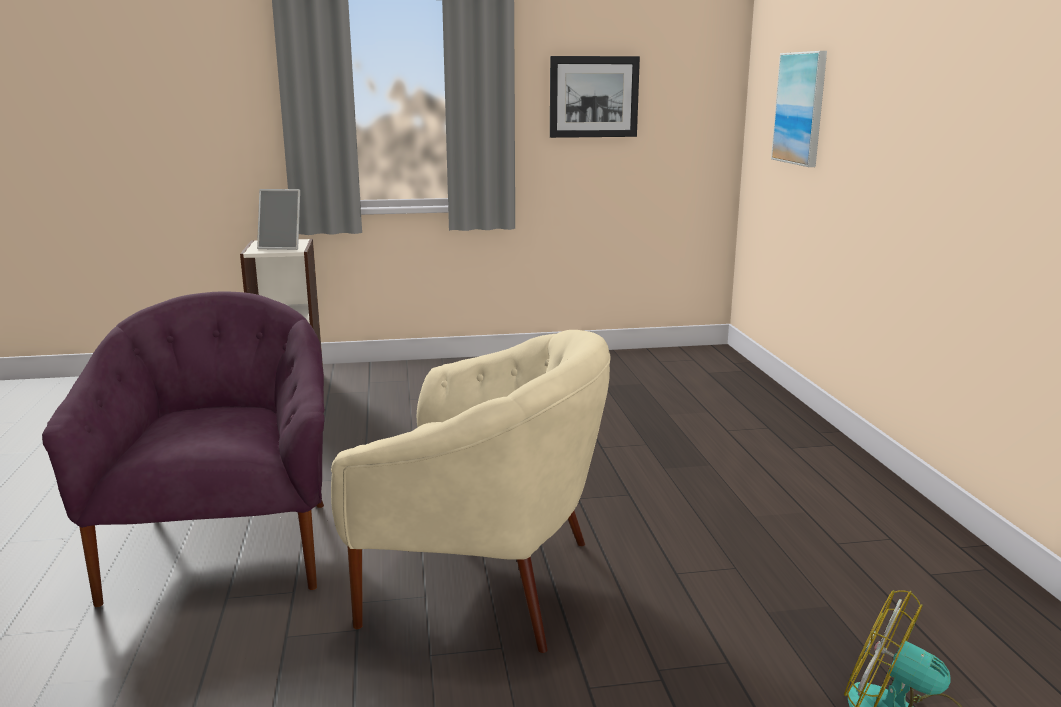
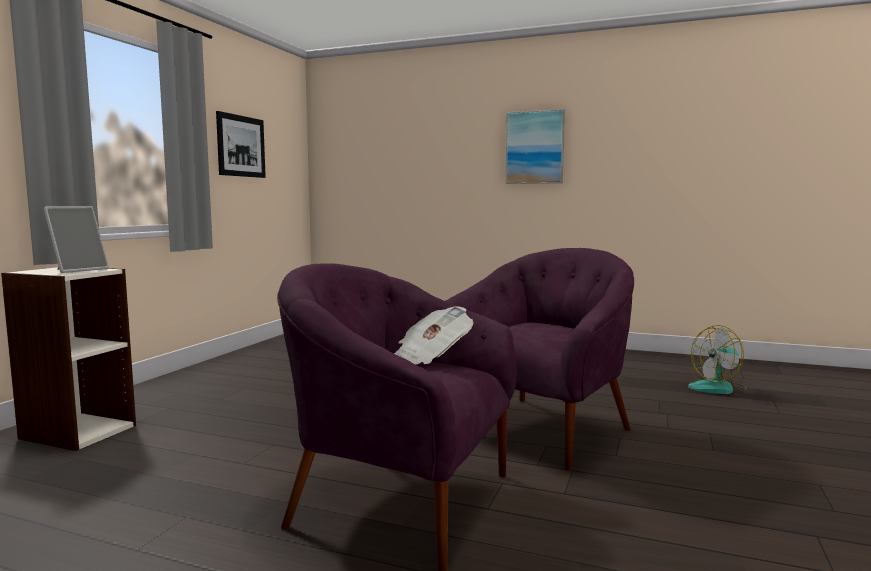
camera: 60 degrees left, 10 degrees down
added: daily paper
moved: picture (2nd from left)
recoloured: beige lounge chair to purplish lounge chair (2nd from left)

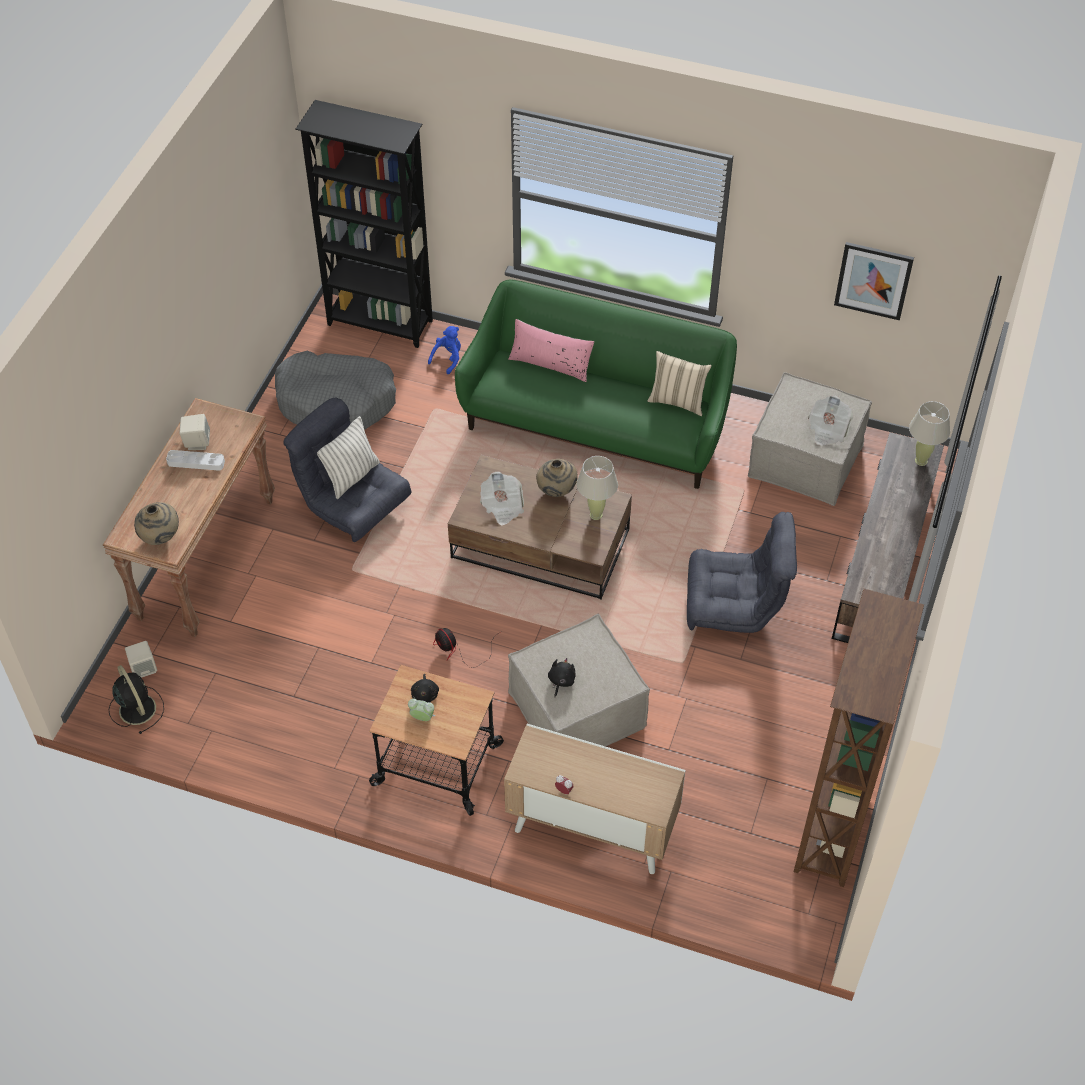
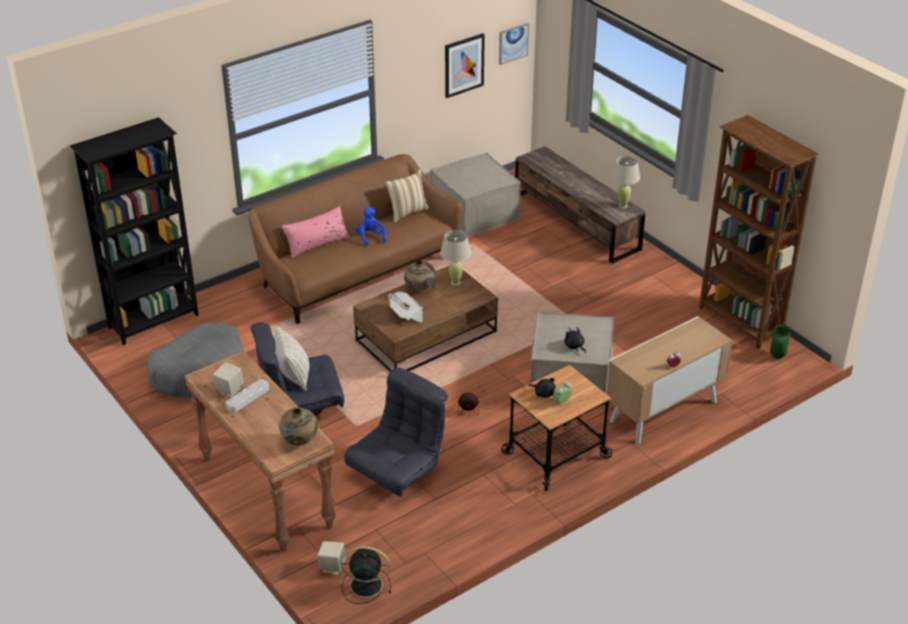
camera: 55 degrees left, 15 degrees down
removed: daily paper (2nd from left)
added: picture (2nd from left); greenish flower vase
moved: gray lounge chair (2nd from left); bluish cuddly toy; beige tabletop lamp (2nd from left)
recoloured: greenish couch to brownish couch

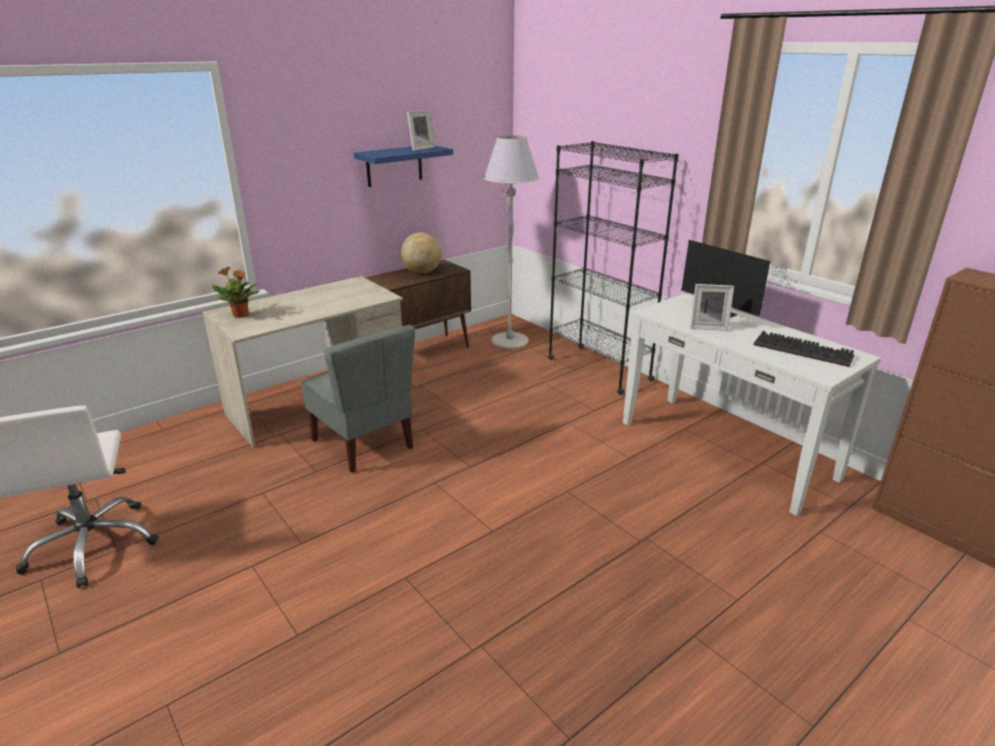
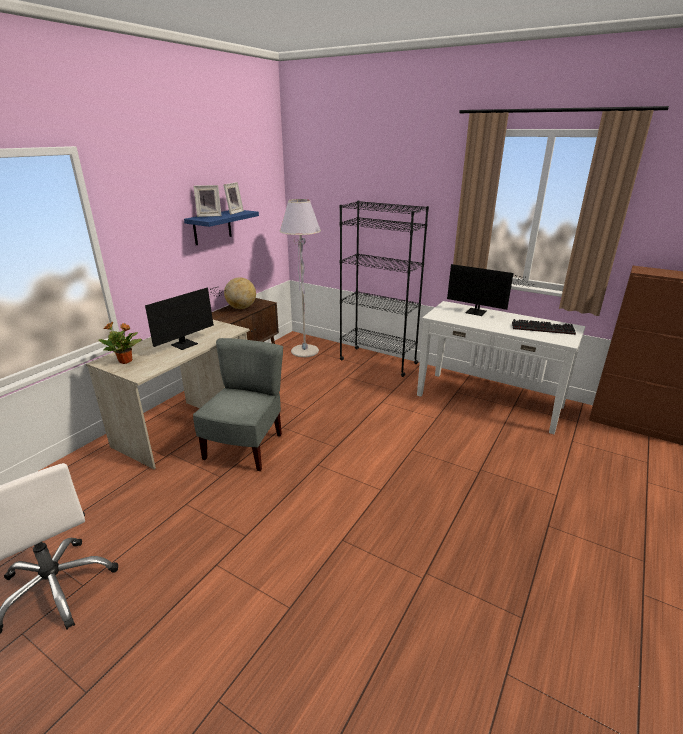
camera: 20 degrees left, 0 degrees up
added: computer screen (1st from left)
moved: photo frame (2nd from left in the first image) to photo frame (1st from left)
turned: gray plain chair 105 degrees counterclockwise

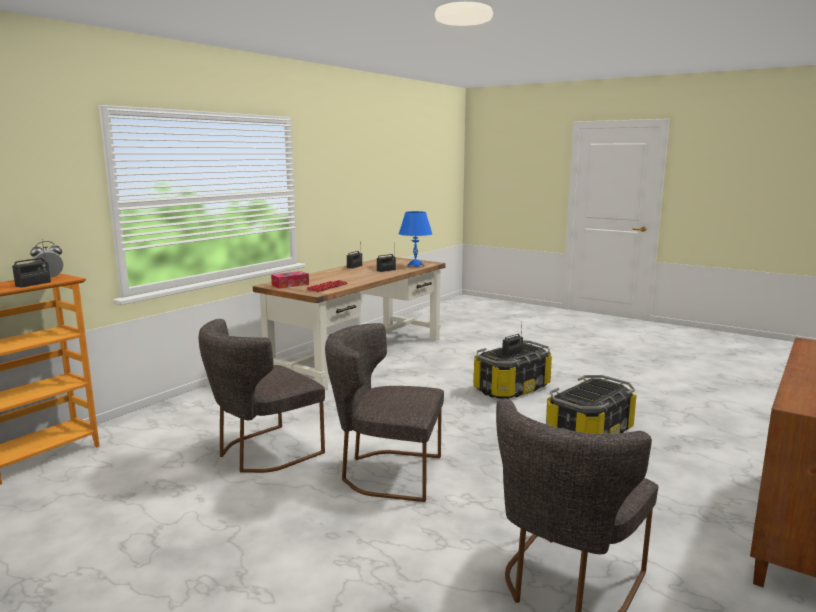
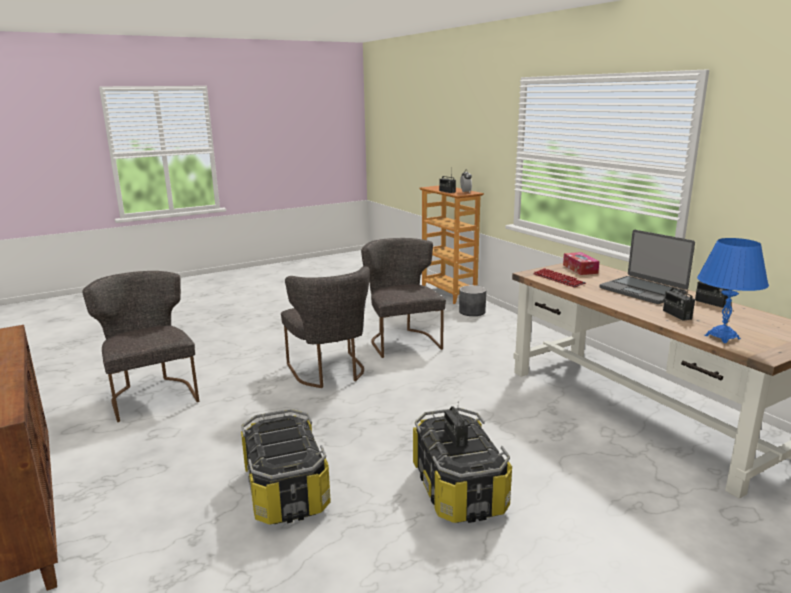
camera: 115 degrees right, 5 degrees up
added: gray plant pot; notebook computer
turned: gray plain chair (2nd from left) 120 degrees clockwise

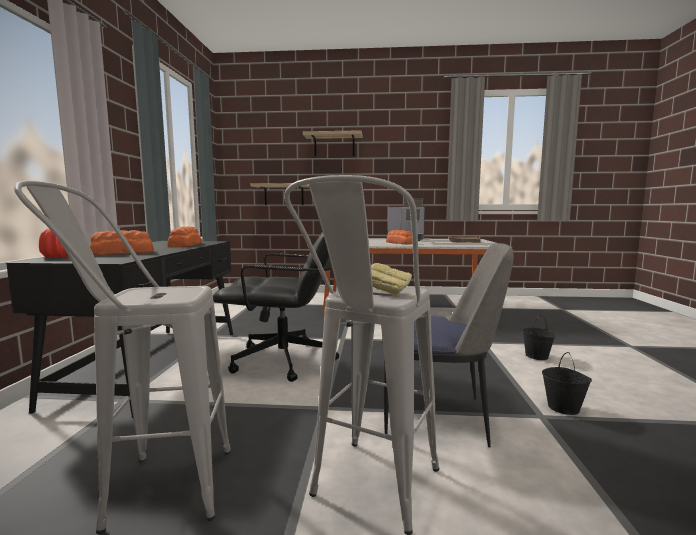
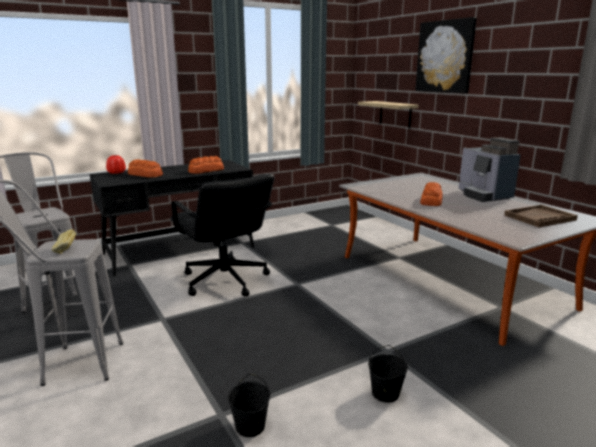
camera: 55 degrees right, 10 degrees up
removed: plain chair
replaced: shelf (2nd from left) to picture

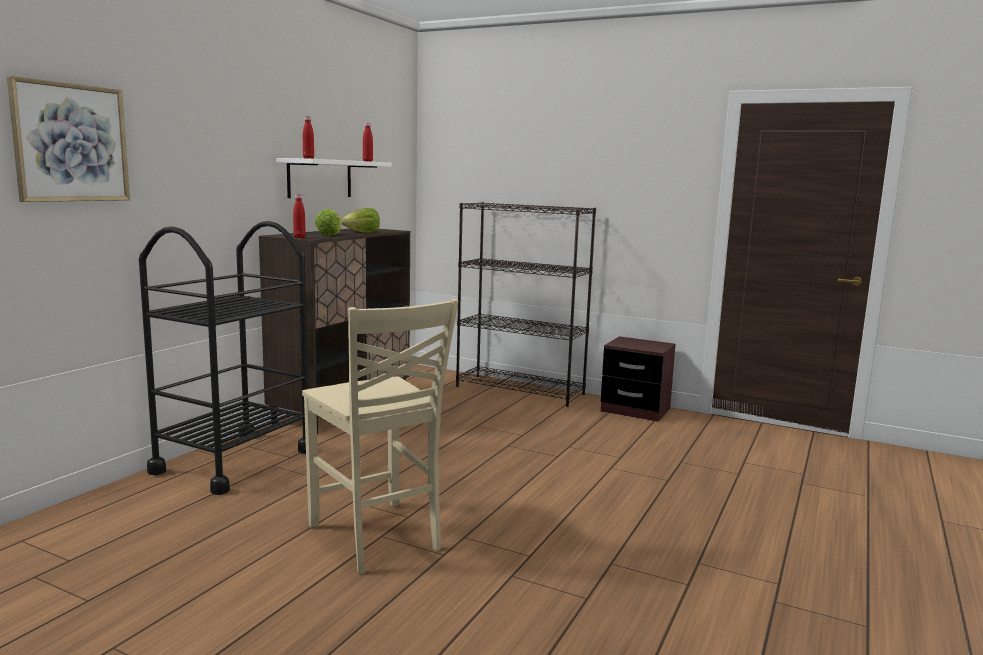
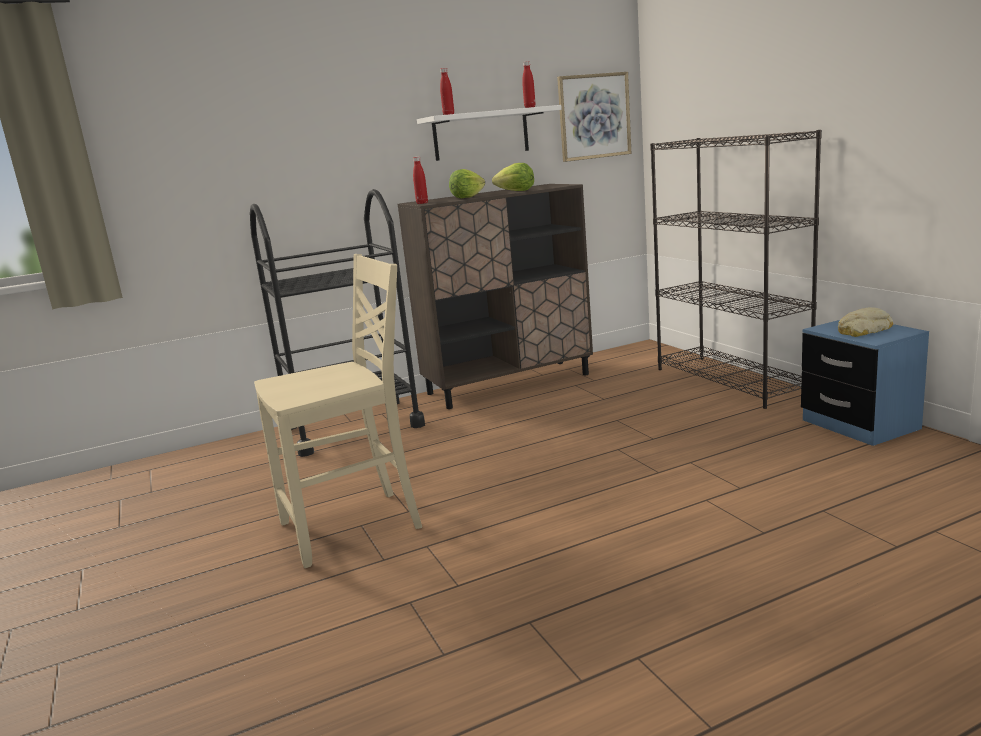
camera: 40 degrees right, 5 degrees up
added: bakery bread
moved: picture
recoloured: brownish nightstand to bluish nightstand
turned: beige plain chair 120 degrees counterclockwise

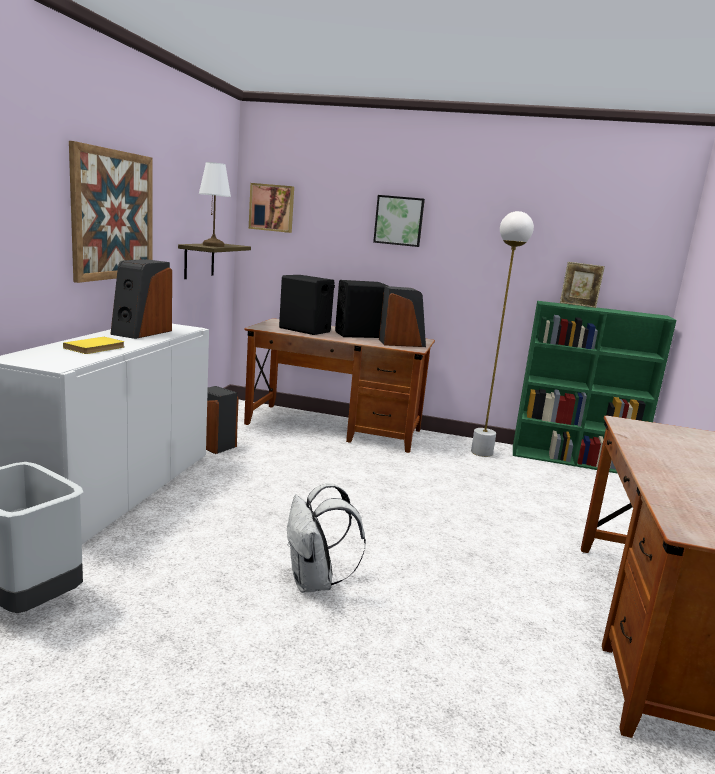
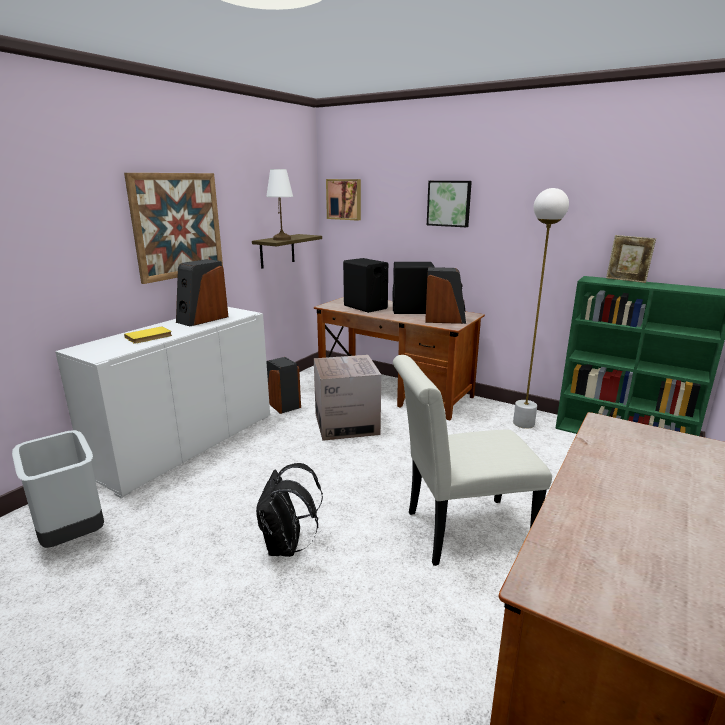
camera: 20 degrees right, 5 degrees up
added: packing box; white-coloured plain chair
recoloured: white-coloured rucksack to blackish rucksack

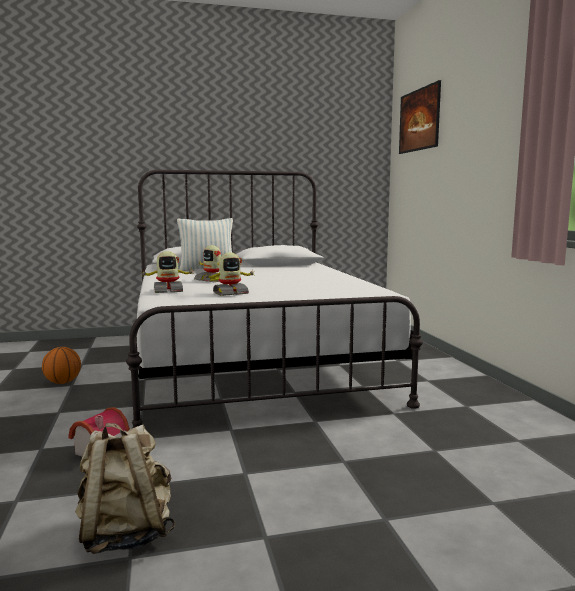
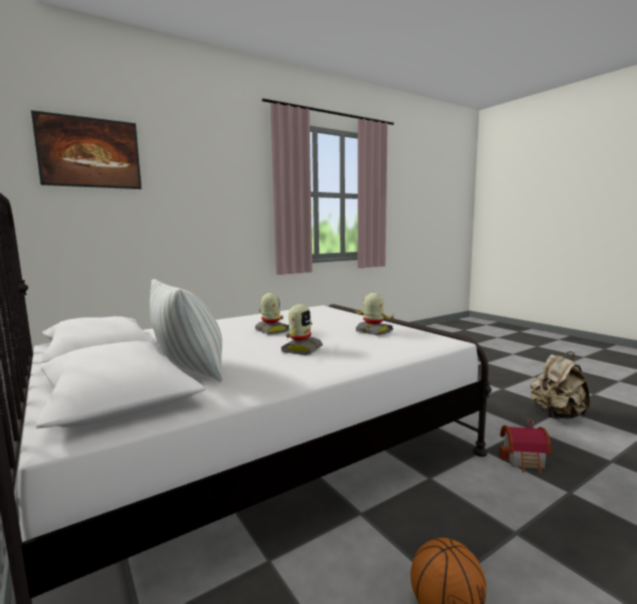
camera: 110 degrees left, 0 degrees up
moved: robot figure (1st from left)

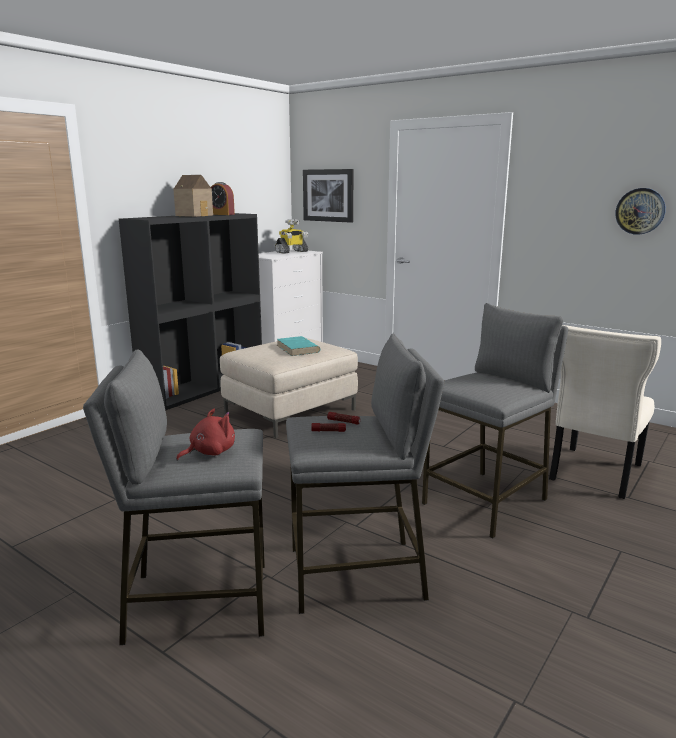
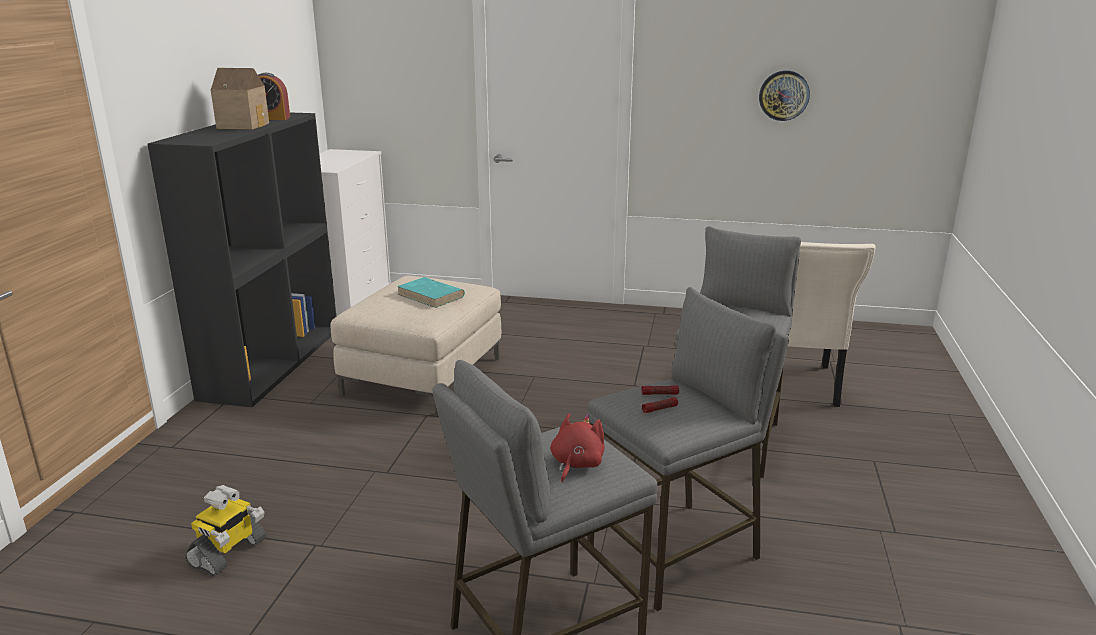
camera: 25 degrees left, 5 degrees up
removed: picture
moved: robot figure

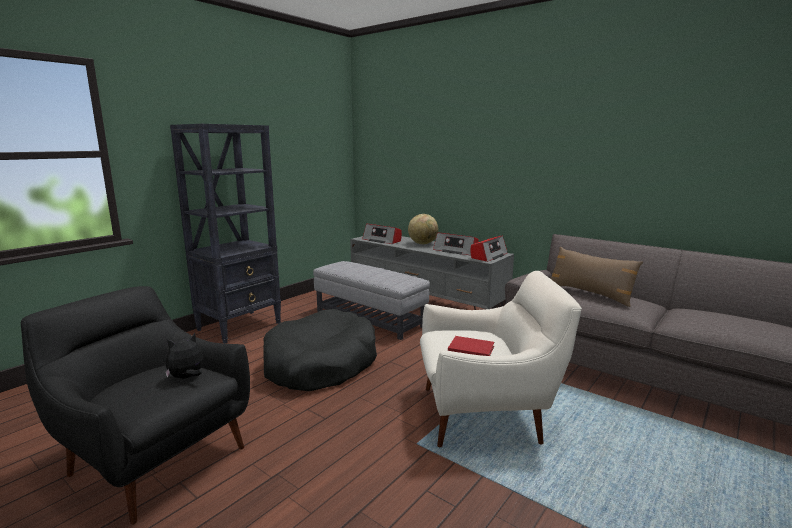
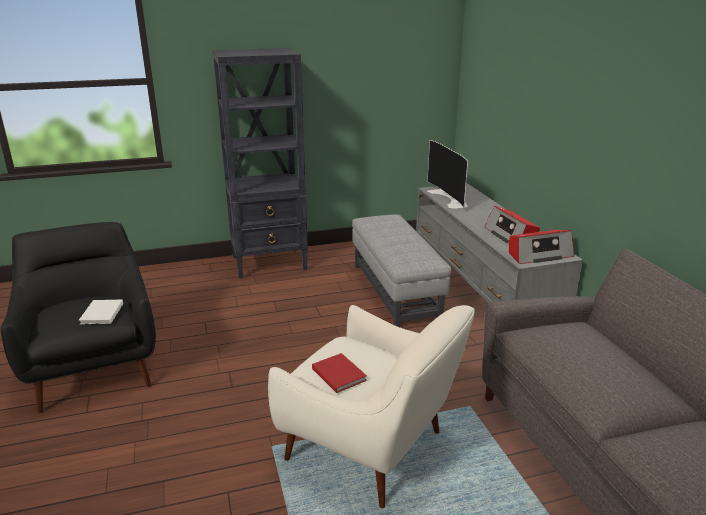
camera: 35 degrees right, 10 degrees up
removed: blackish dog bed; globe; brownish cushion
replaced: cuddly toy to white-coloured bound book; radio (1st from left) to TV set

